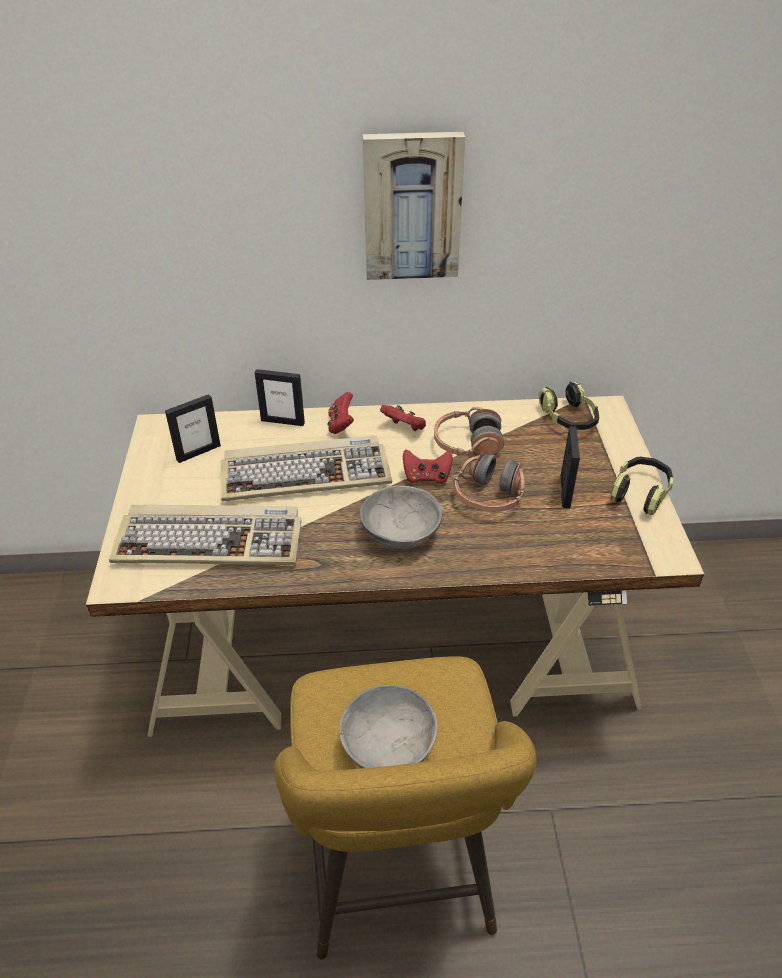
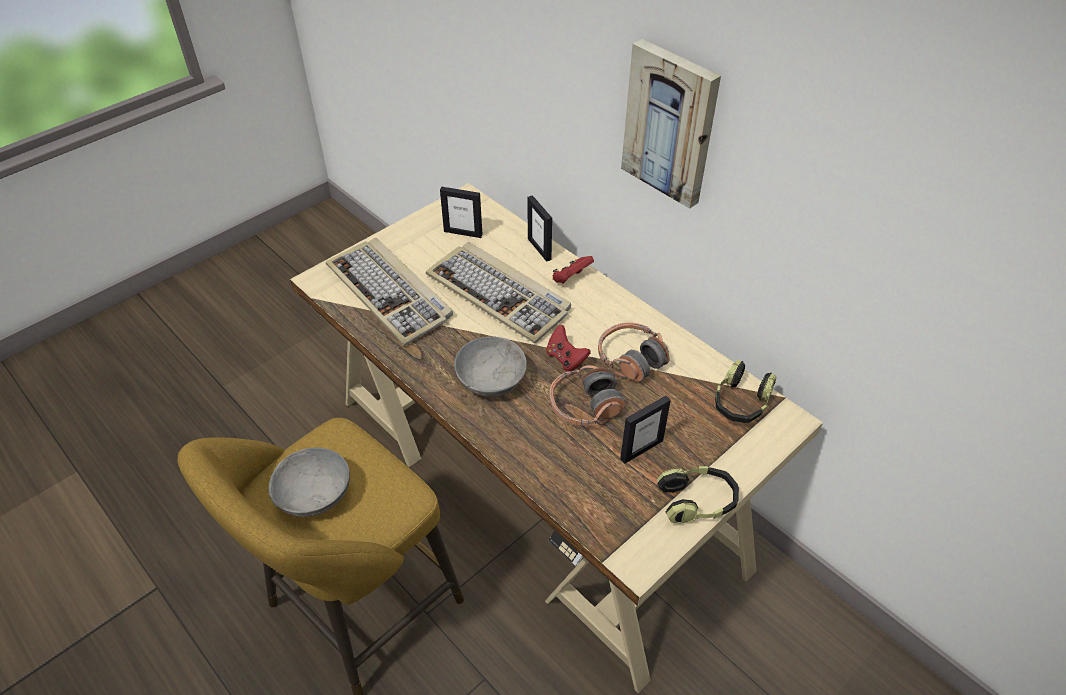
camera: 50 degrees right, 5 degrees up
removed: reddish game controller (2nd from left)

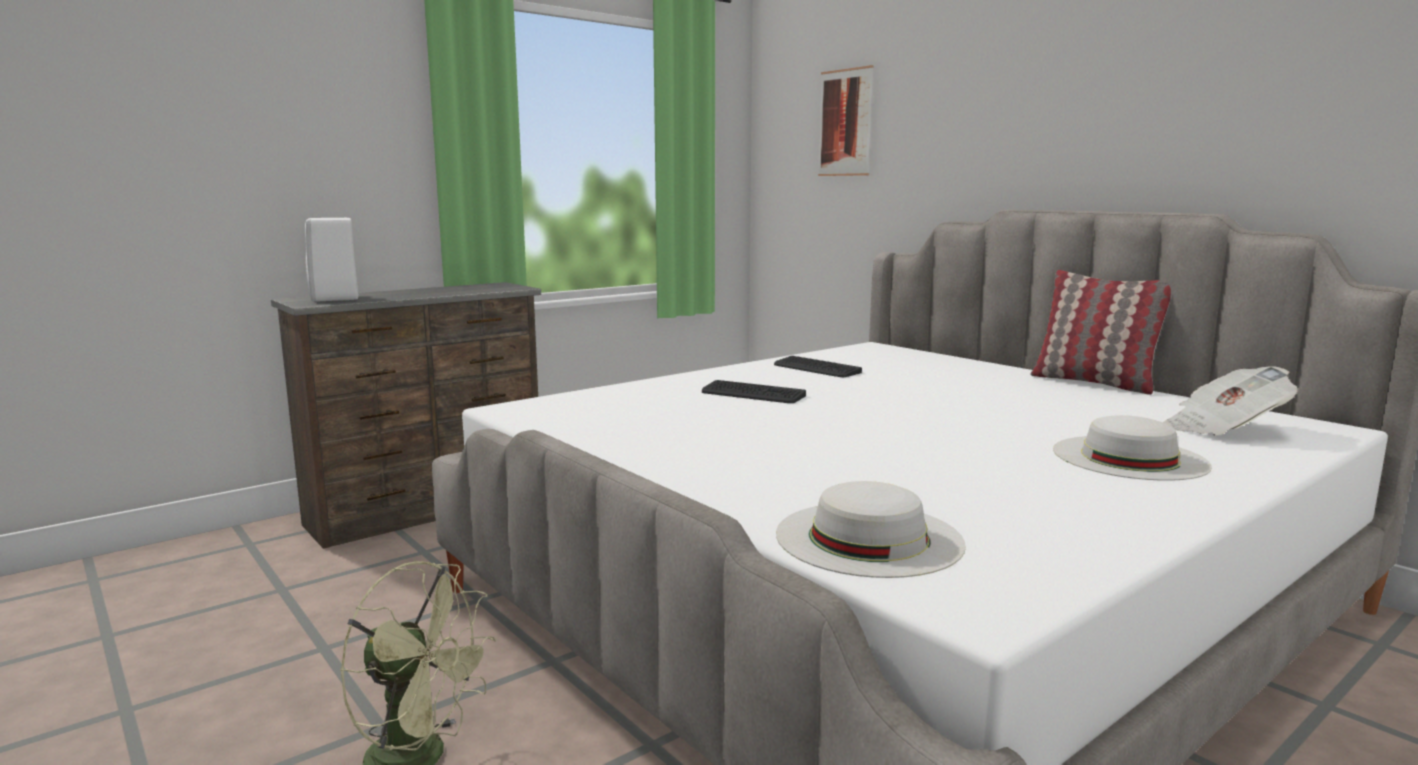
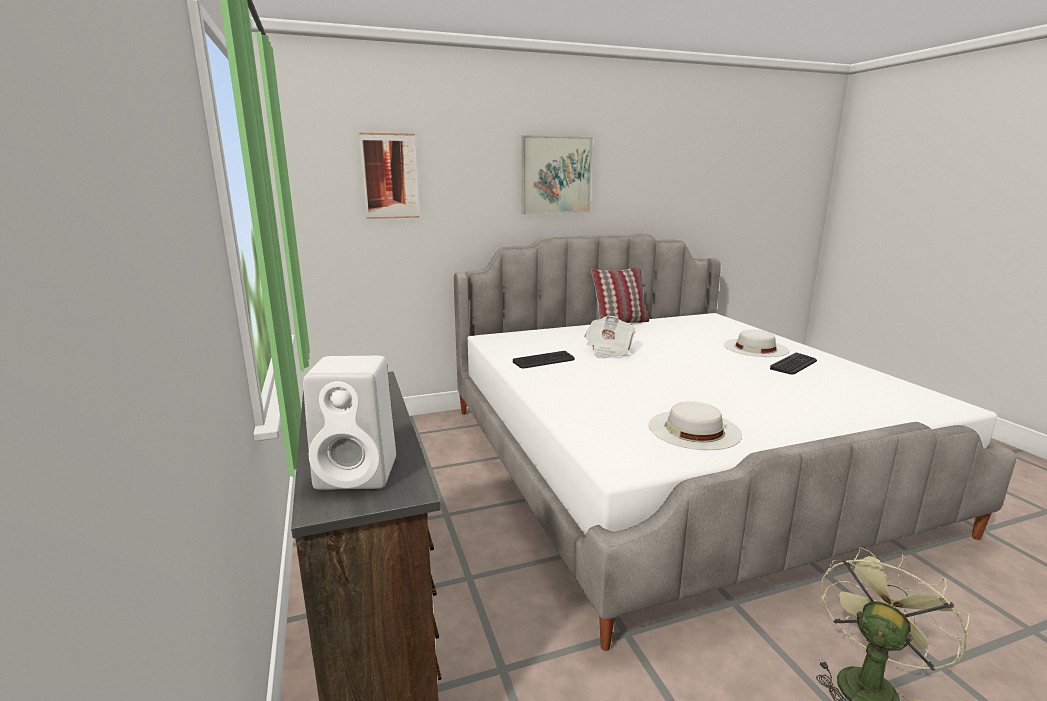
camera: 70 degrees left, 5 degrees up
added: picture (2nd from left)
moved: daily paper; white-coloured hat (1st from left); computer keyboard (1st from left in the first image) to computer keyboard (2nd from left)

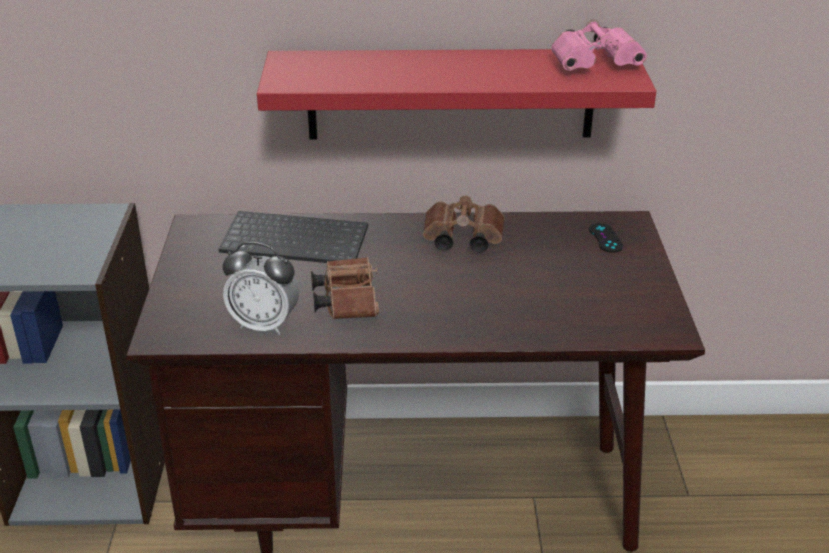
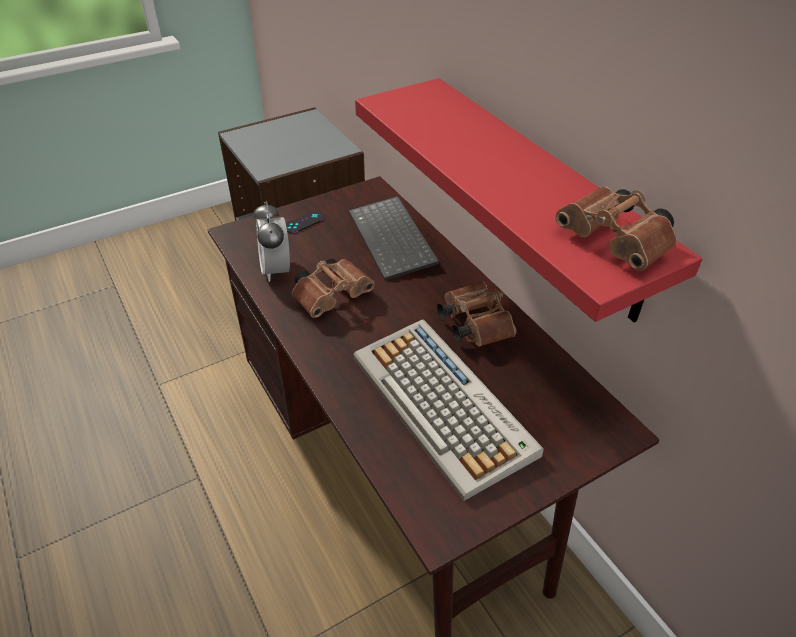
camera: 60 degrees right, 10 degrees up
added: computer keyboard (2nd from left)
moved: blackish game controller
recoloured: pink-coloured binoculars to brownish binoculars (3rd from left)

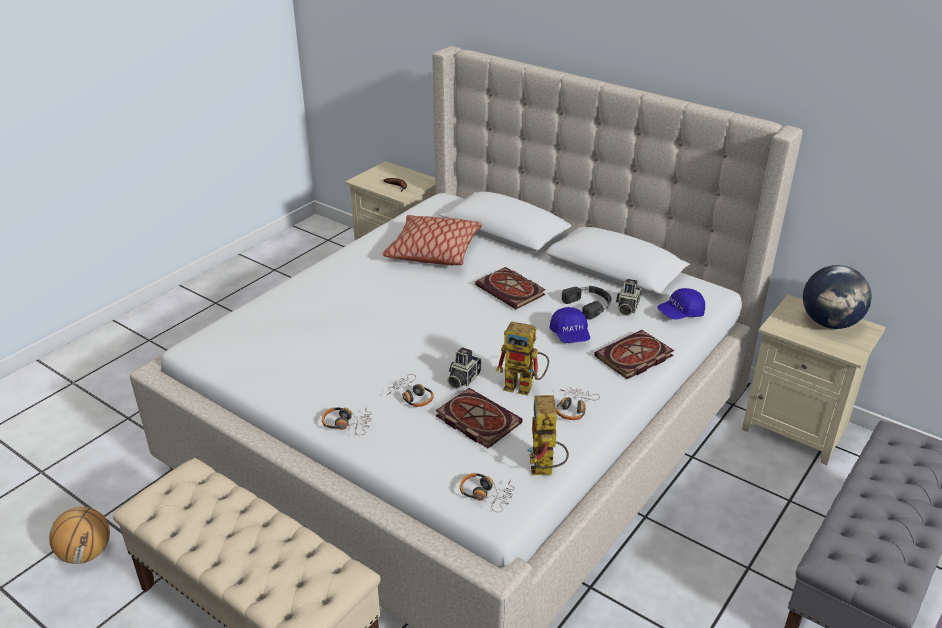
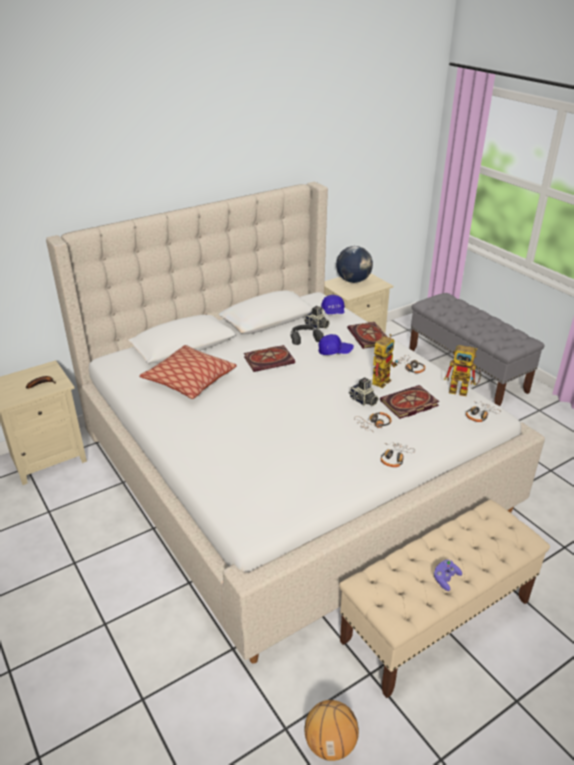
camera: 70 degrees left, 0 degrees up
added: purplish game controller

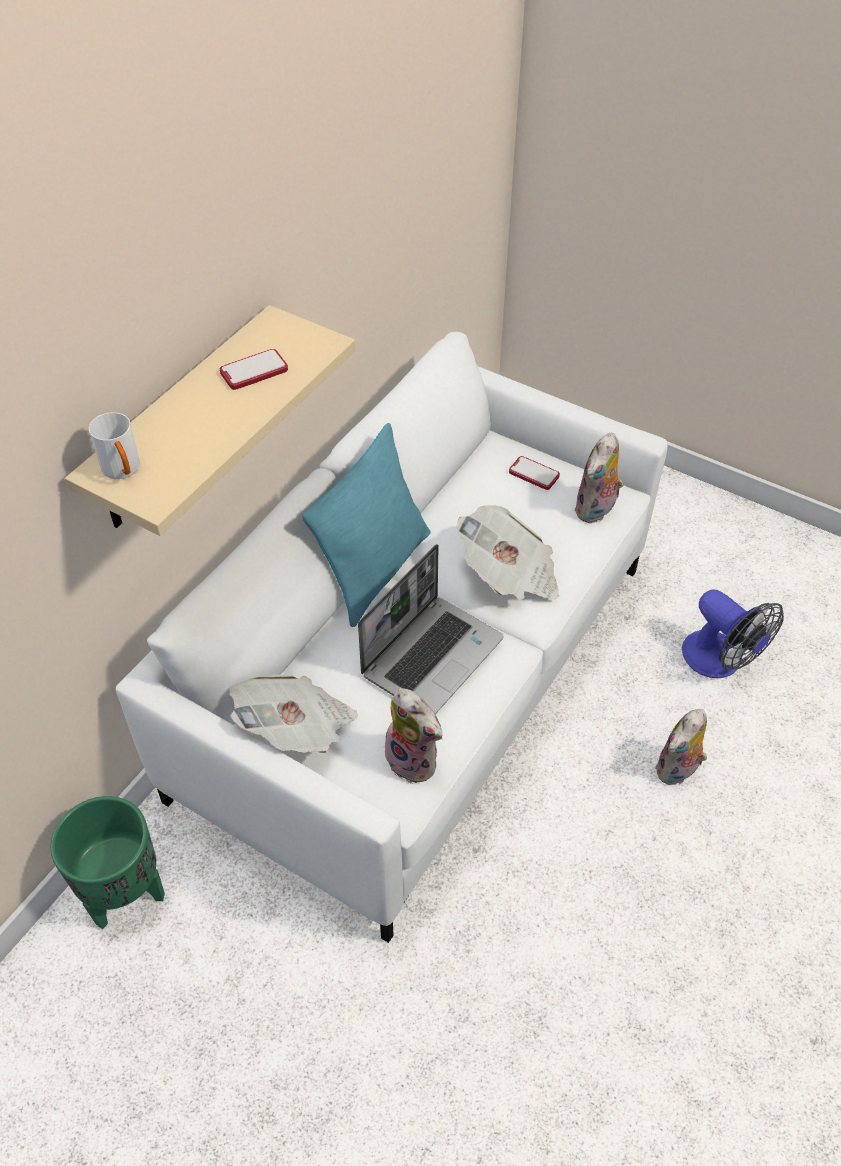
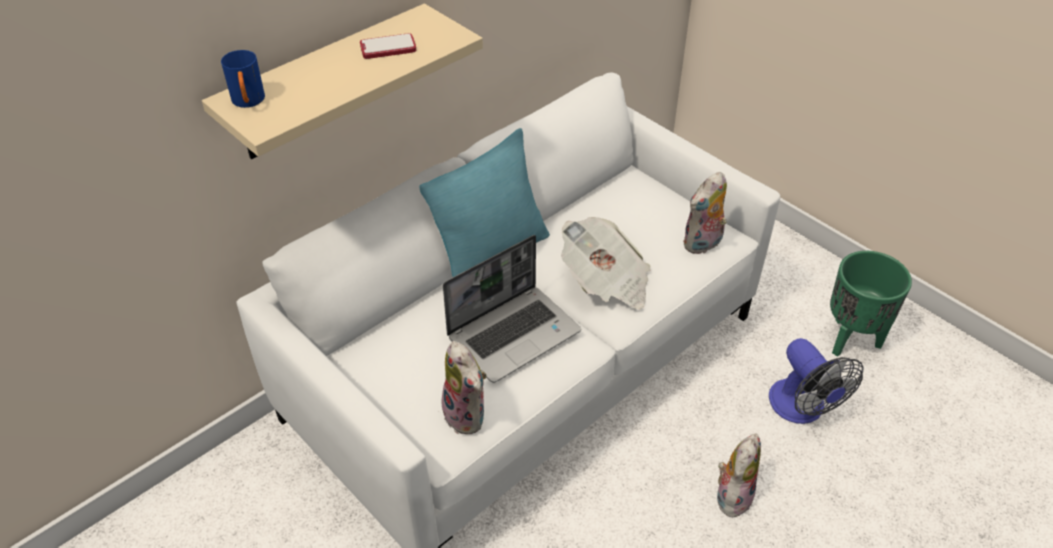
camera: 15 degrees right, 5 degrees down
removed: daily paper (1st from left); handset (2nd from left)
moved: greenish plant pot
recoloured: white-coloured coffee mug to bluish coffee mug
turned: cuddly toy (3rd from left) 150 degrees clockwise

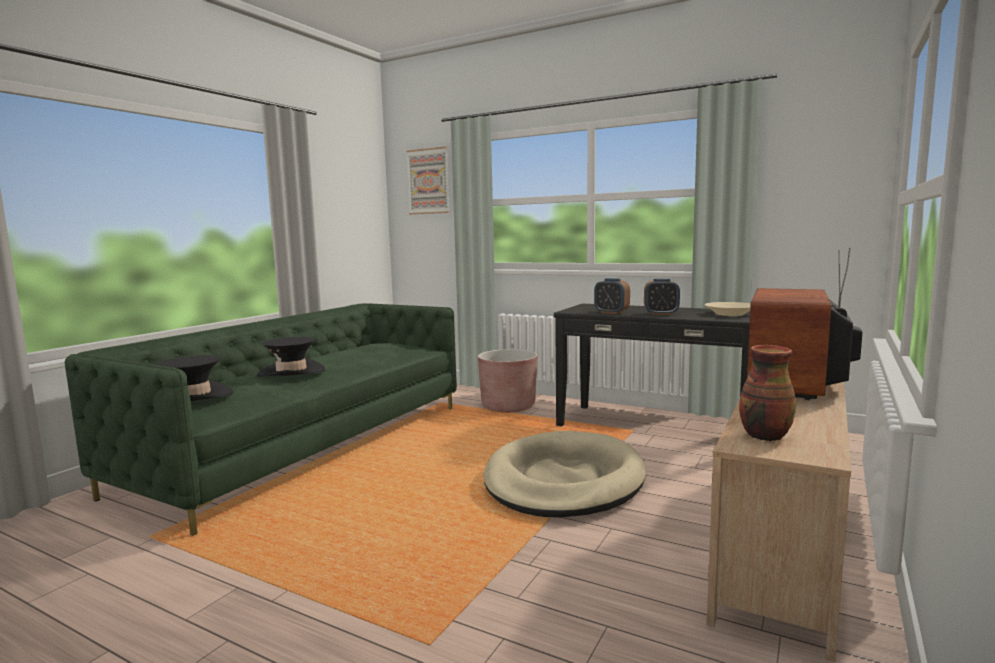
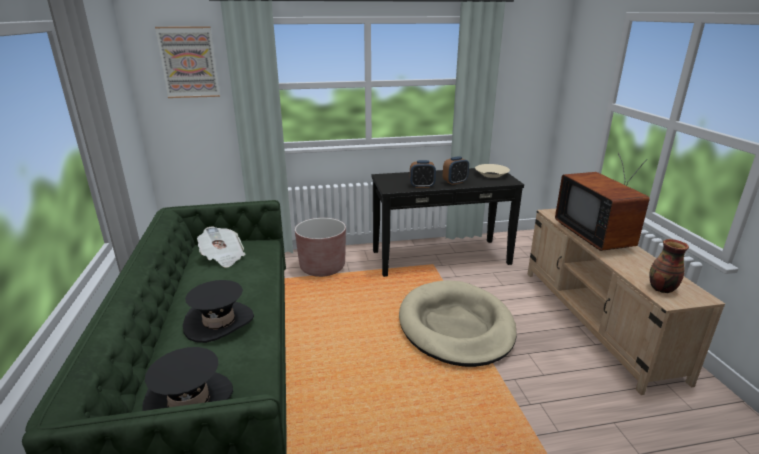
camera: 40 degrees left, 15 degrees up
added: daily paper

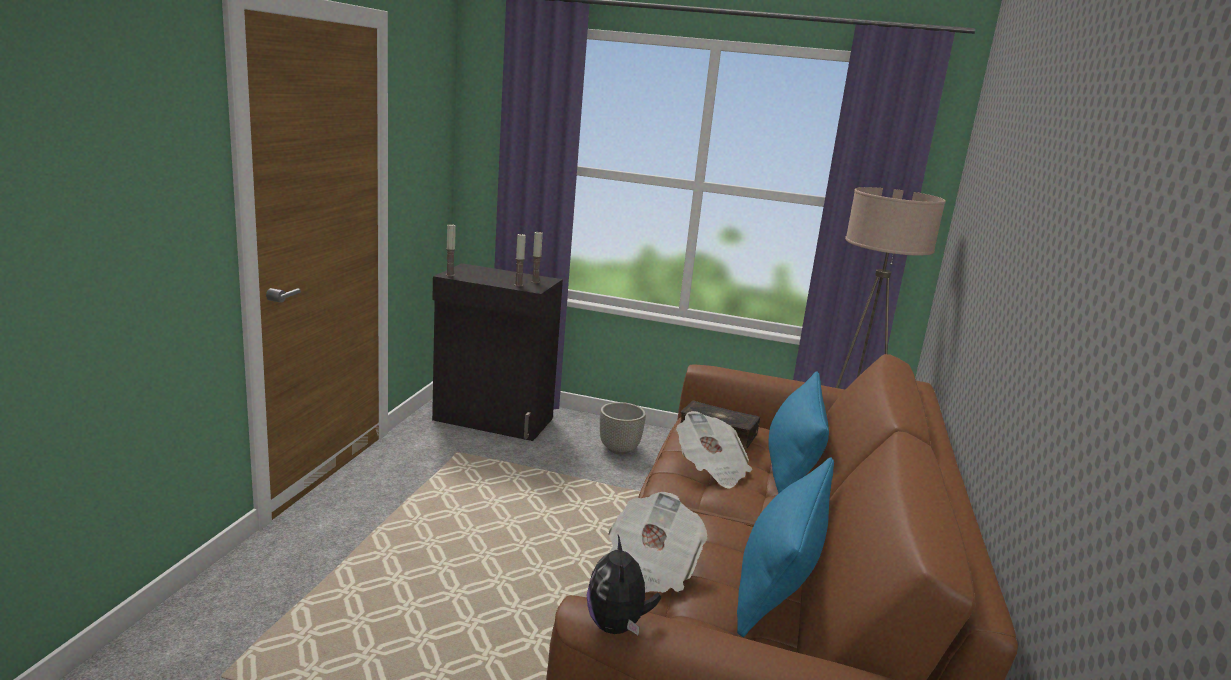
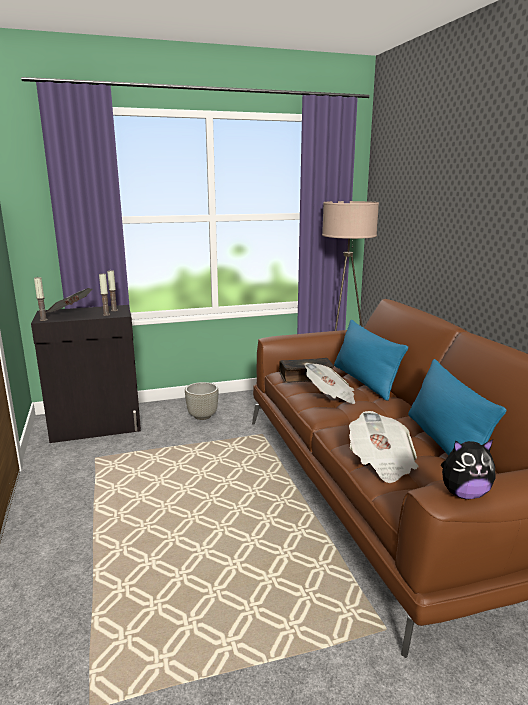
camera: 30 degrees left, 0 degrees up
added: daily paper (1st from left)
turned: cuddly toy 60 degrees counterclockwise

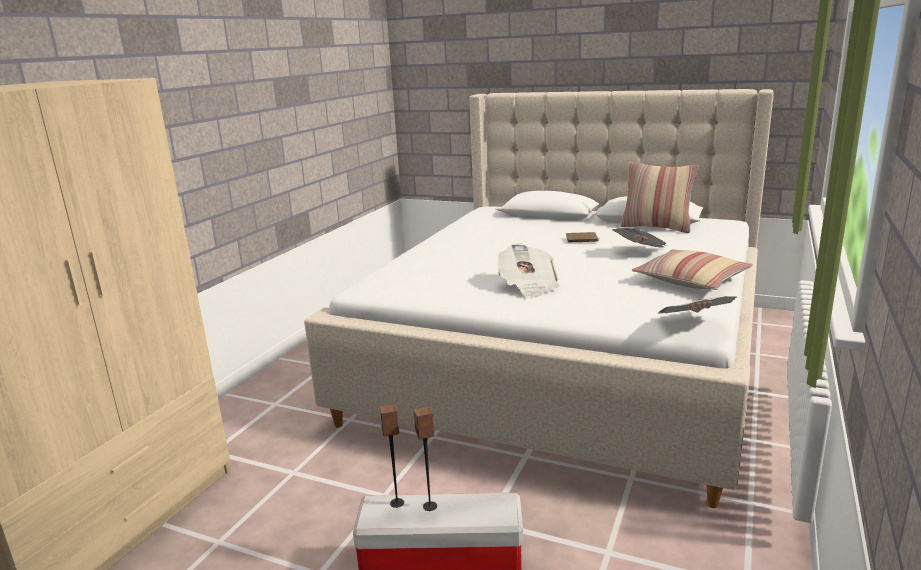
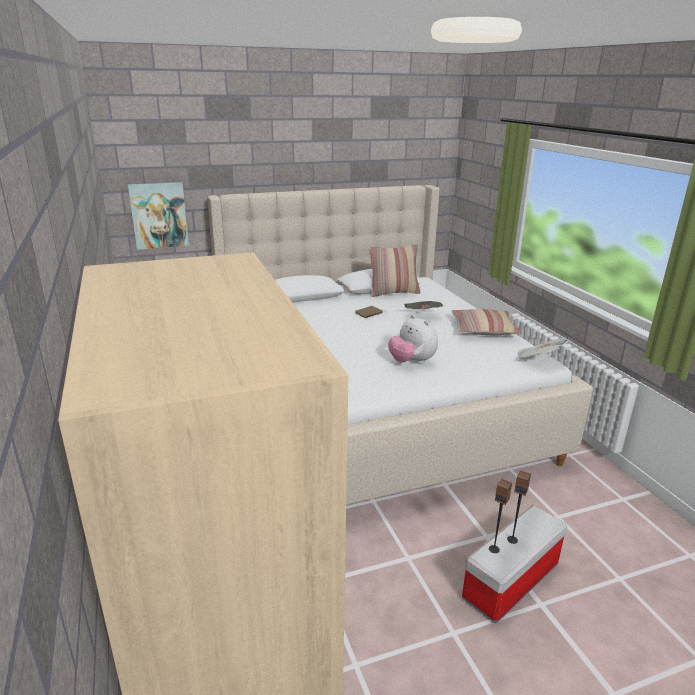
camera: 45 degrees left, 5 degrees up
added: picture
replaced: daily paper (1st from left) to cuddly toy

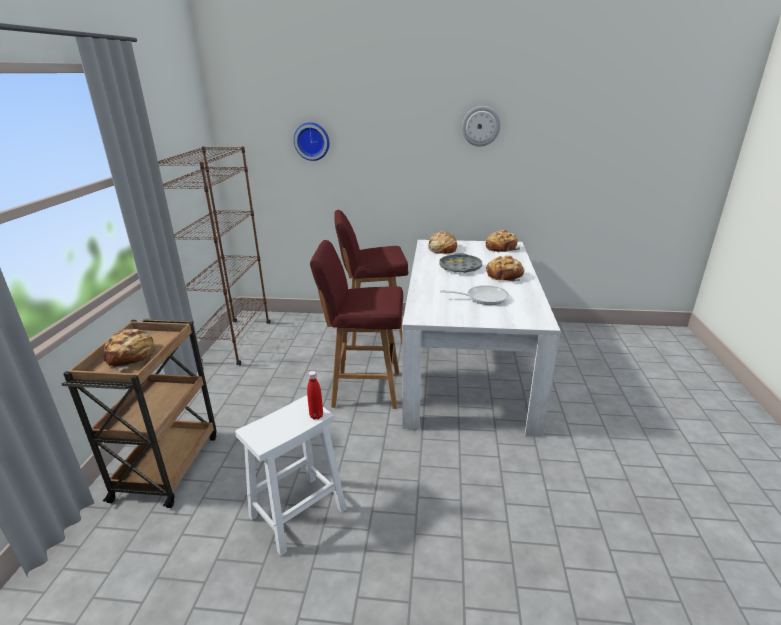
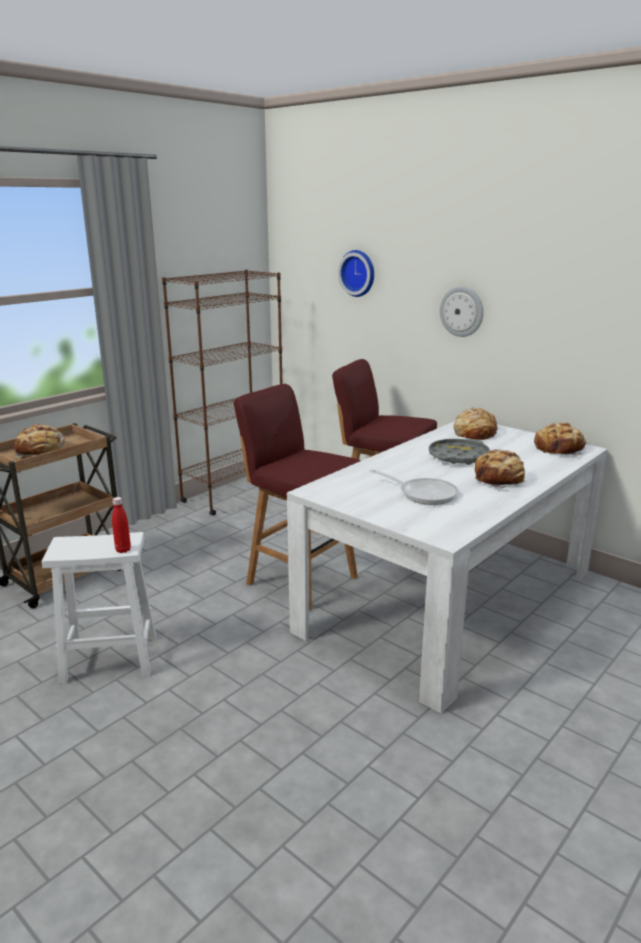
camera: 35 degrees right, 5 degrees down
moved: wall clock (2nd from left)

